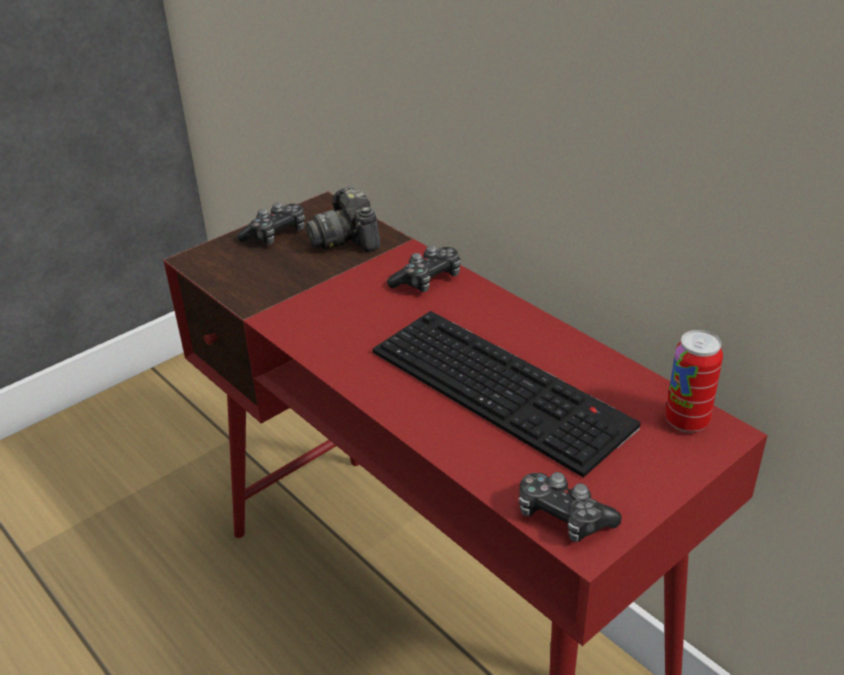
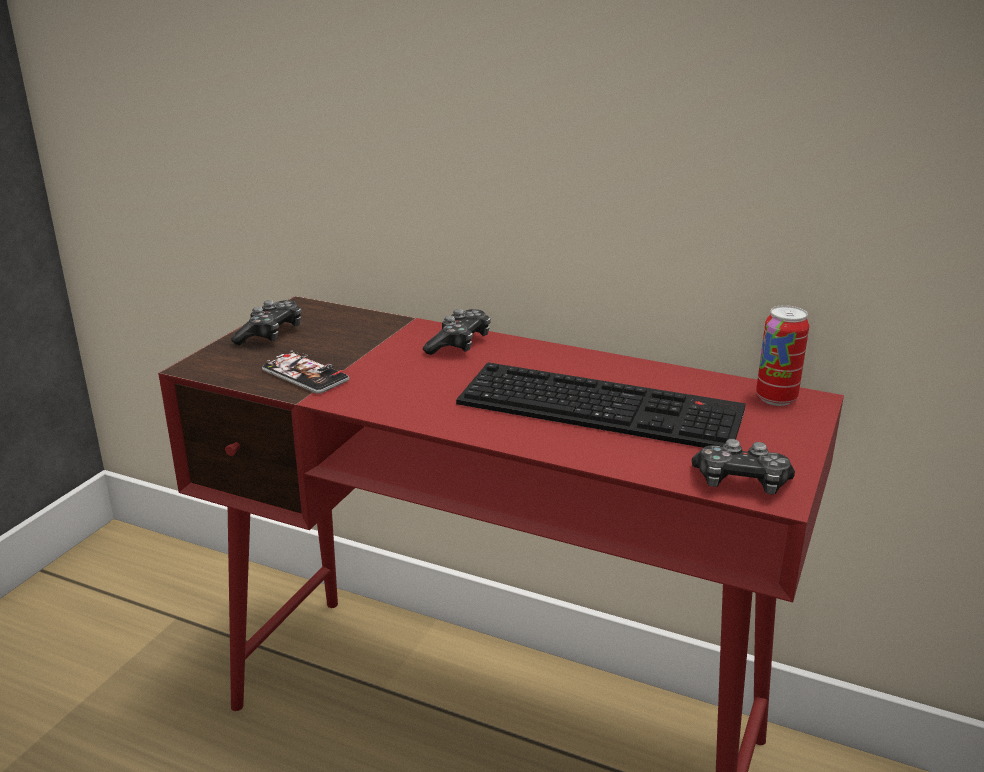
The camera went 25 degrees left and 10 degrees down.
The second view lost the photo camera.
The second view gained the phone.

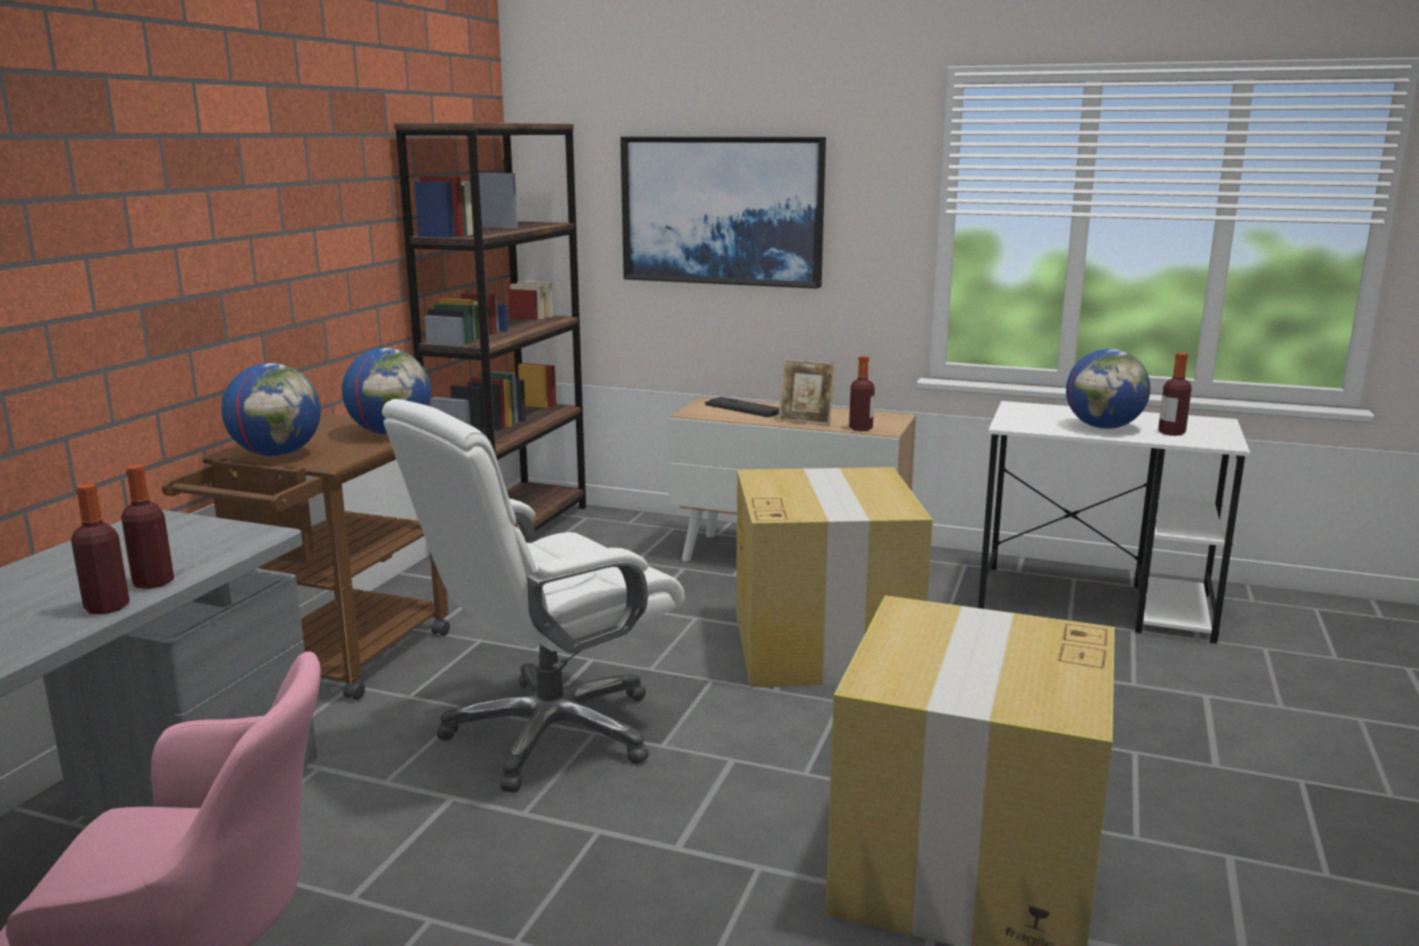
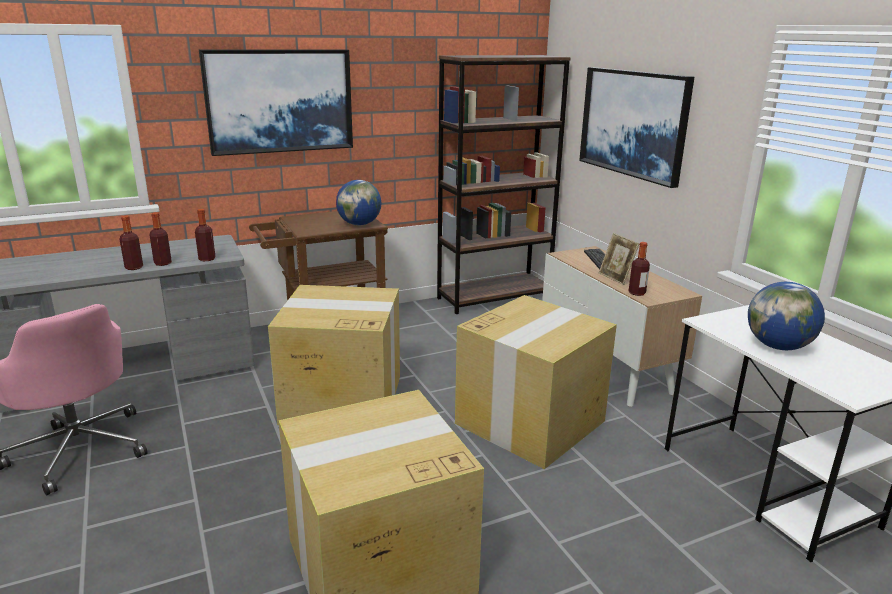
The camera went 45 degrees right and 5 degrees up.
The second view lost the globe (1st from left).
Where the office chair (white) stood, the cardboard box (1st from left) came to stand.
The bottle (4th from left in the first image) ended up elsewhere.
The second view gained the picture (1st from left).

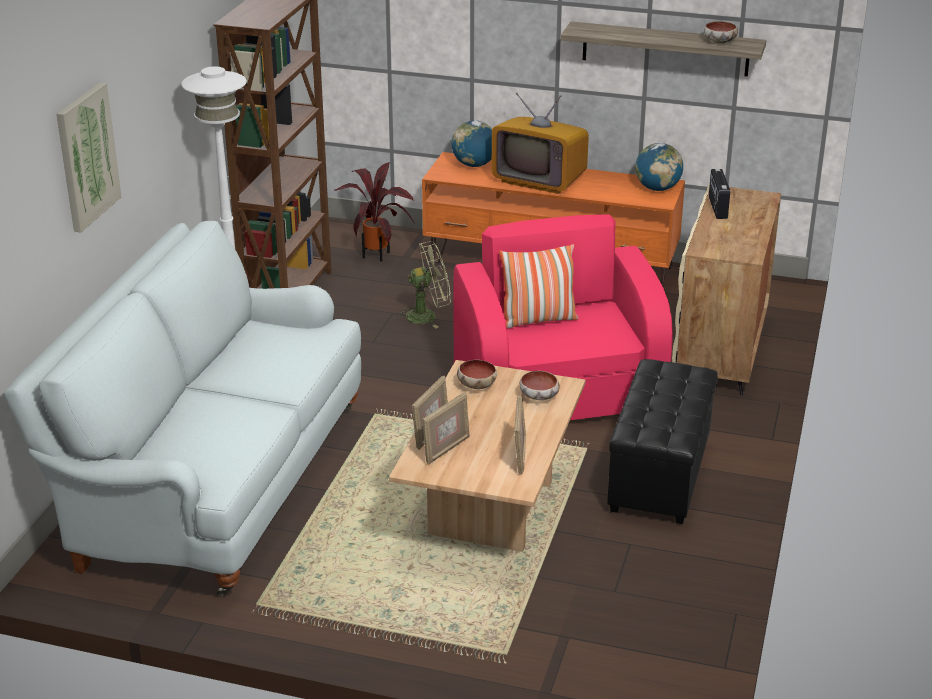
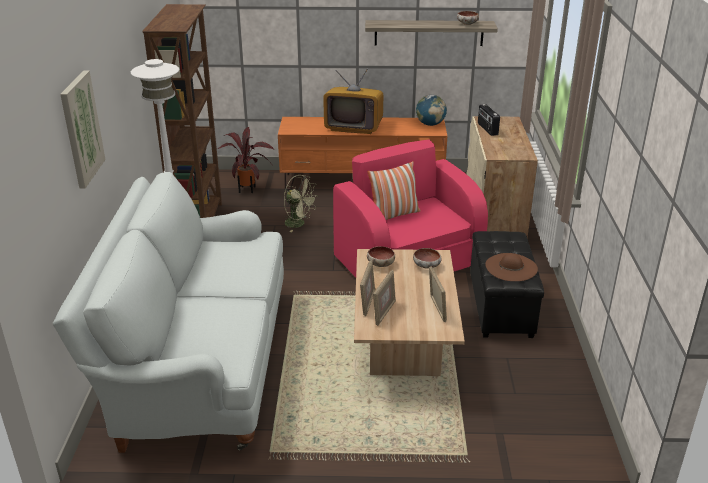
The camera went 15 degrees left and 0 degrees up.
The fan (green) ended up facing another way, 60 degrees clockwise from before.
The second view lost the globe (1st from left).
The second view gained the hat (brown).

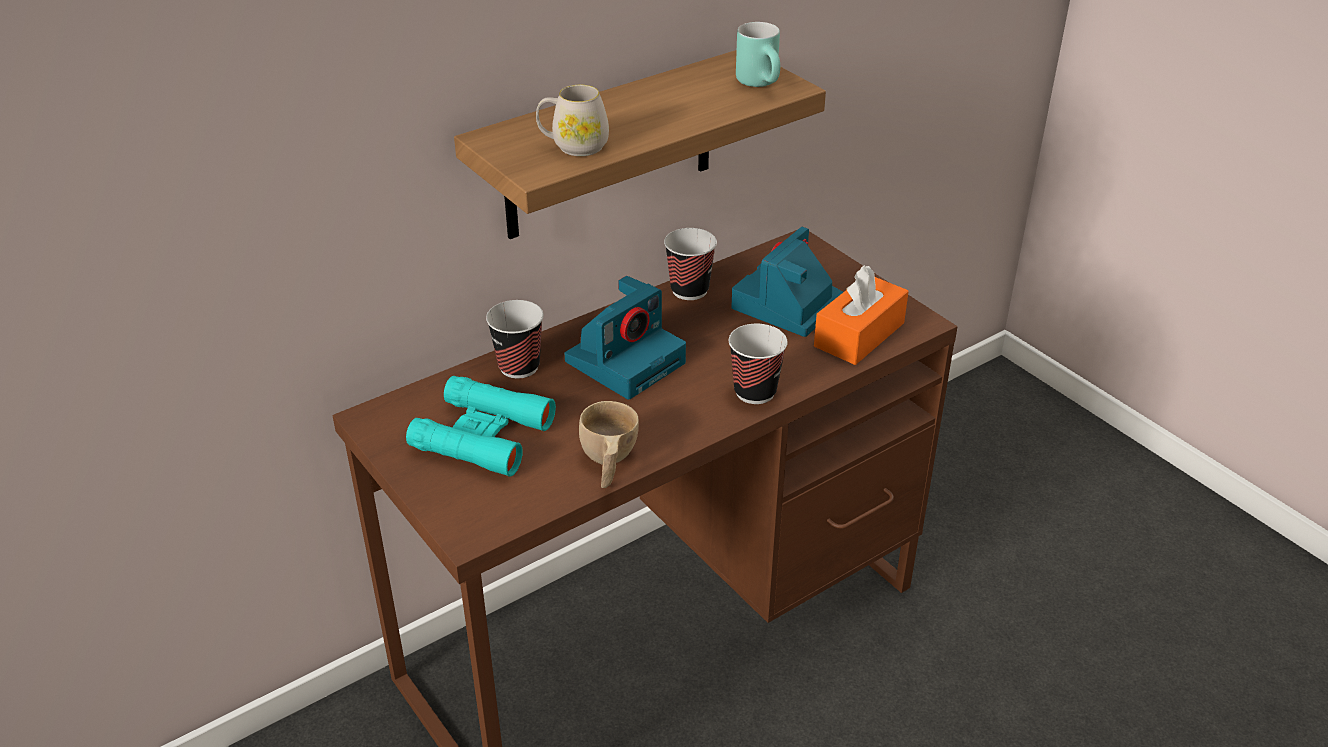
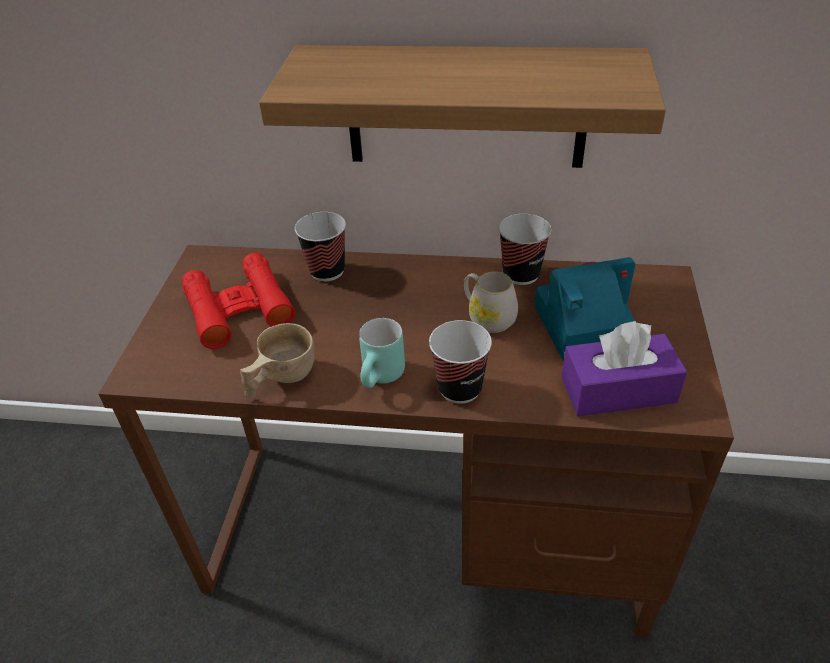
The camera went 45 degrees right and 5 degrees up.
What was the binoculars (turquoise) turned into the binoculars (red).
The mug (white) ended up elsewhere.
The second view lost the photo camera (1st from left).
The mug (turquoise) ended up elsewhere.
What was the tissue box (orange) turned into the tissue box (purple).

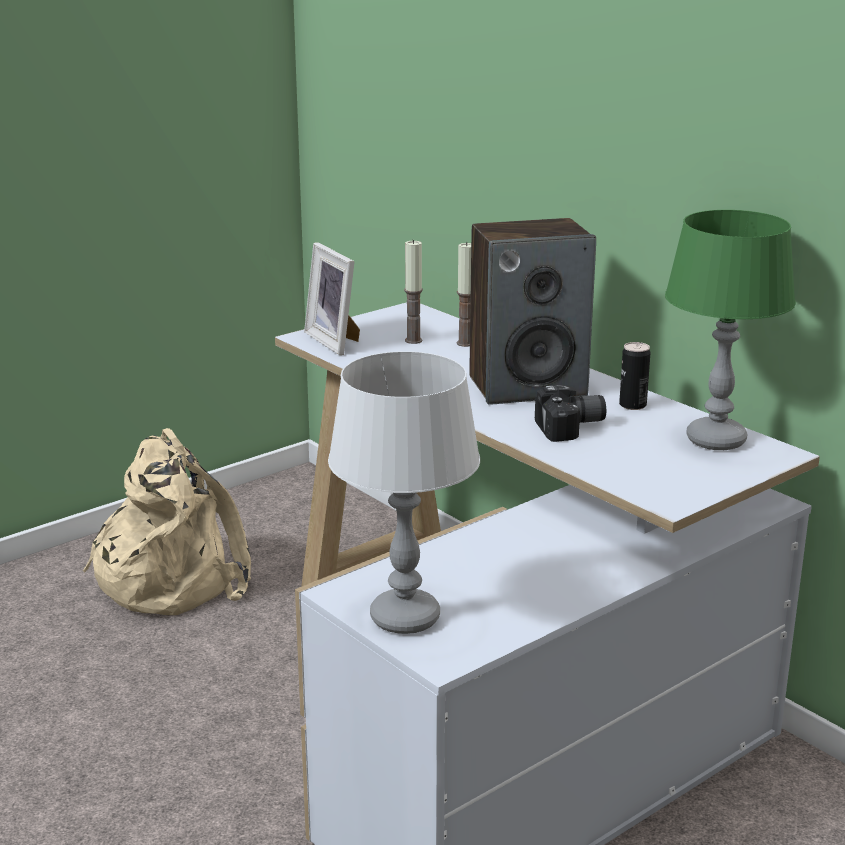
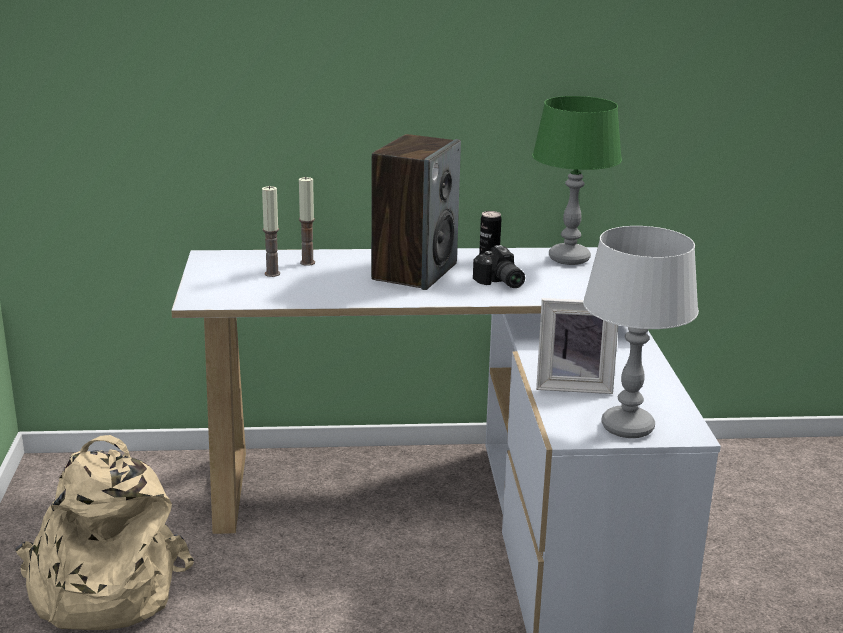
The camera went 55 degrees left and 0 degrees up.
The picture frame ended up elsewhere.
The photo camera ended up facing another way, 135 degrees clockwise from before.

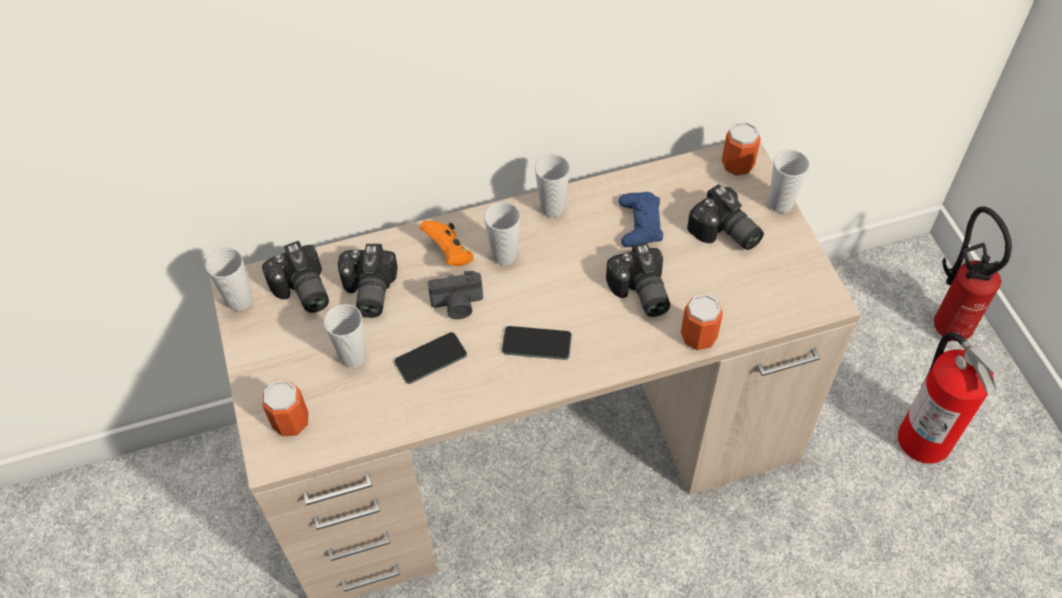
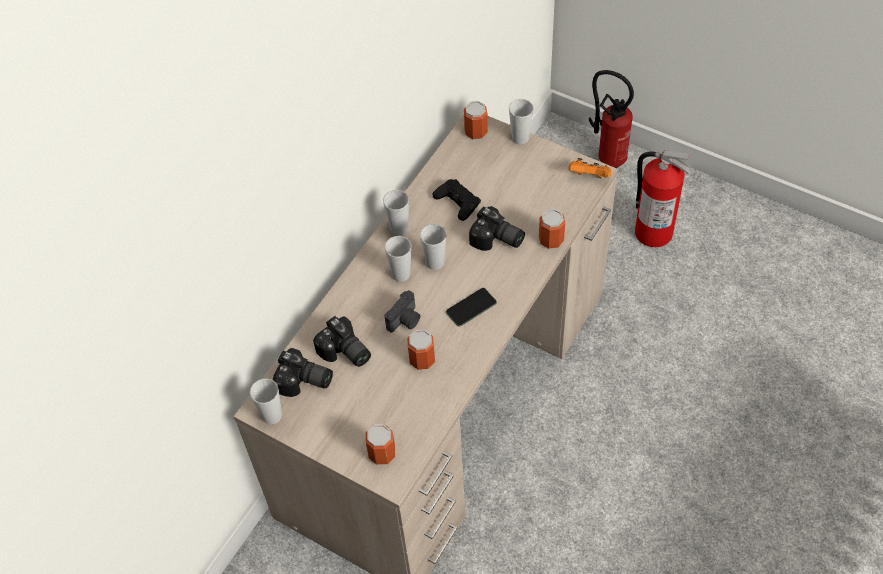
The camera went 40 degrees left and 0 degrees up.
The cup (2nd from left in the first image) ended up elsewhere.
Where the phone (1st from left) stood, the can (2nd from left) came to stand.
The game controller (orange) ended up elsewhere.
What was the game controller (blue) turned into the game controller (black).
The second view lost the photo camera (5th from left).

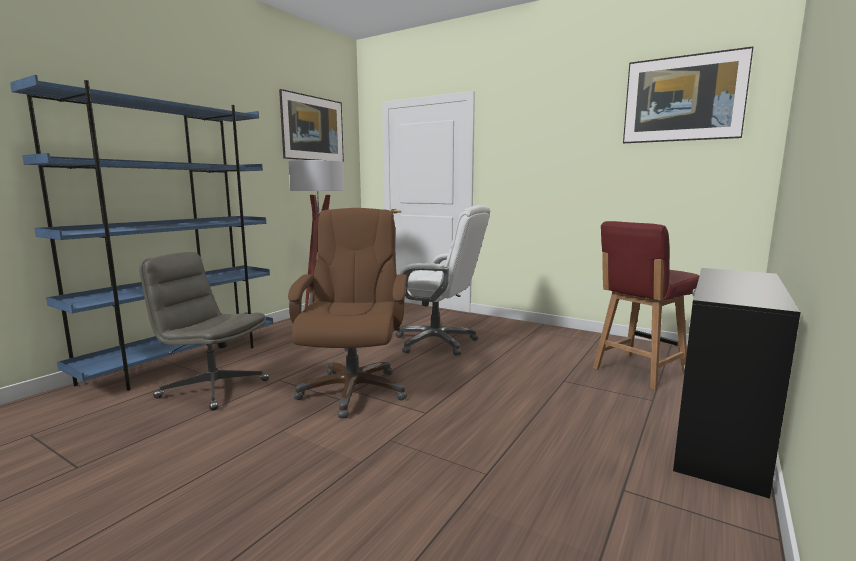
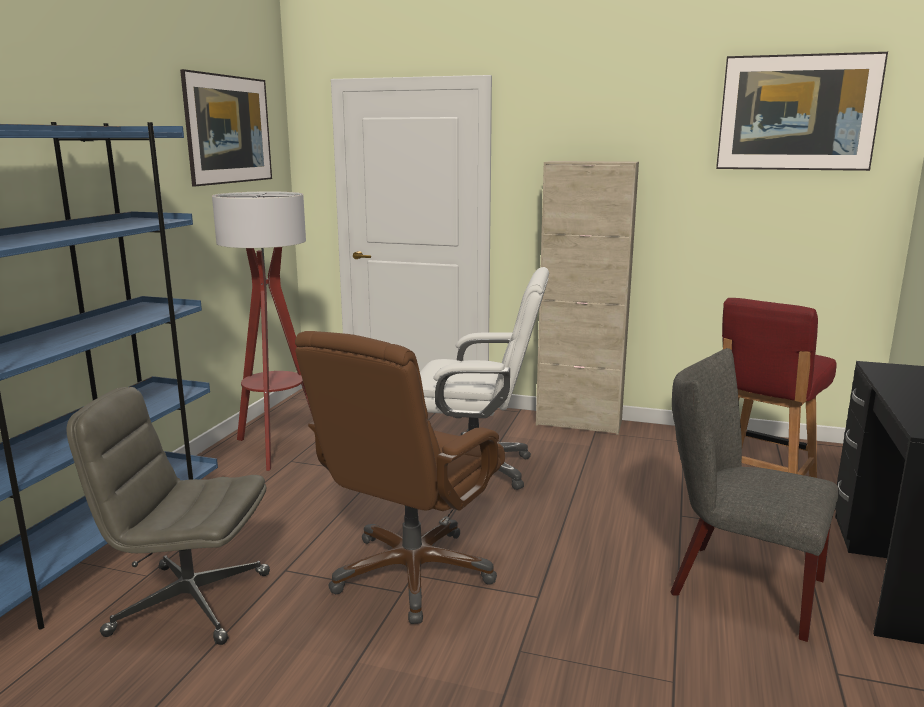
The camera went 15 degrees left and 5 degrees up.
The office chair (brown) ended up facing another way, 135 degrees counterclockwise from before.
The second view gained the cabinet (beige).
The second view gained the chair (grey).

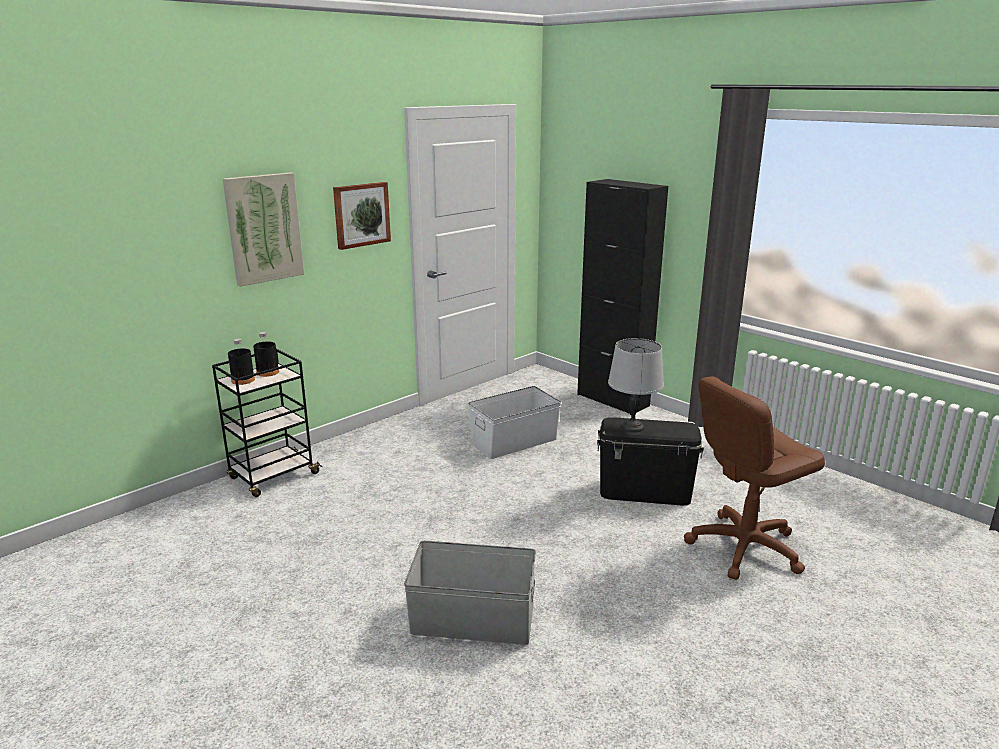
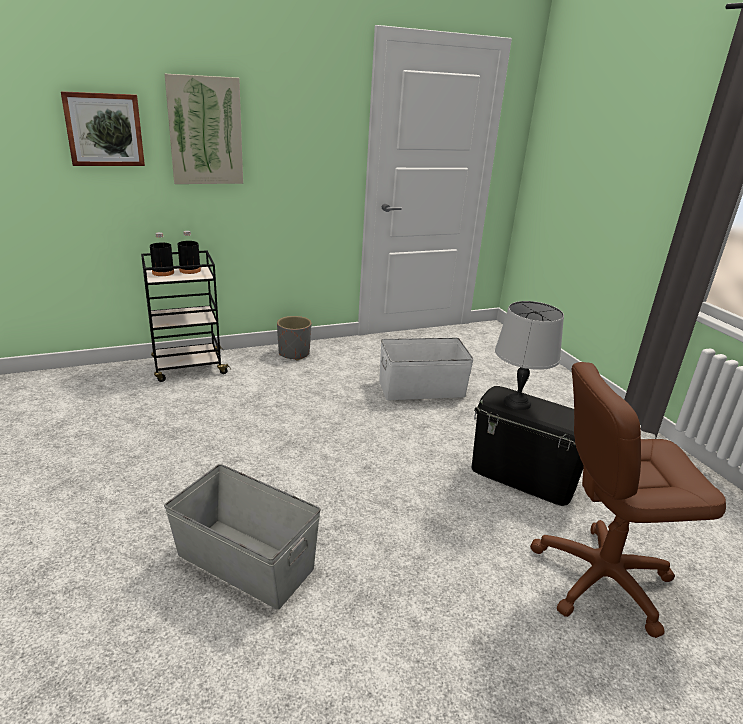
The camera went 20 degrees right and 5 degrees up.
The picture (2nd from left in the first image) ended up elsewhere.
The second view lost the cabinet (black).
The second view gained the planter (grey).

